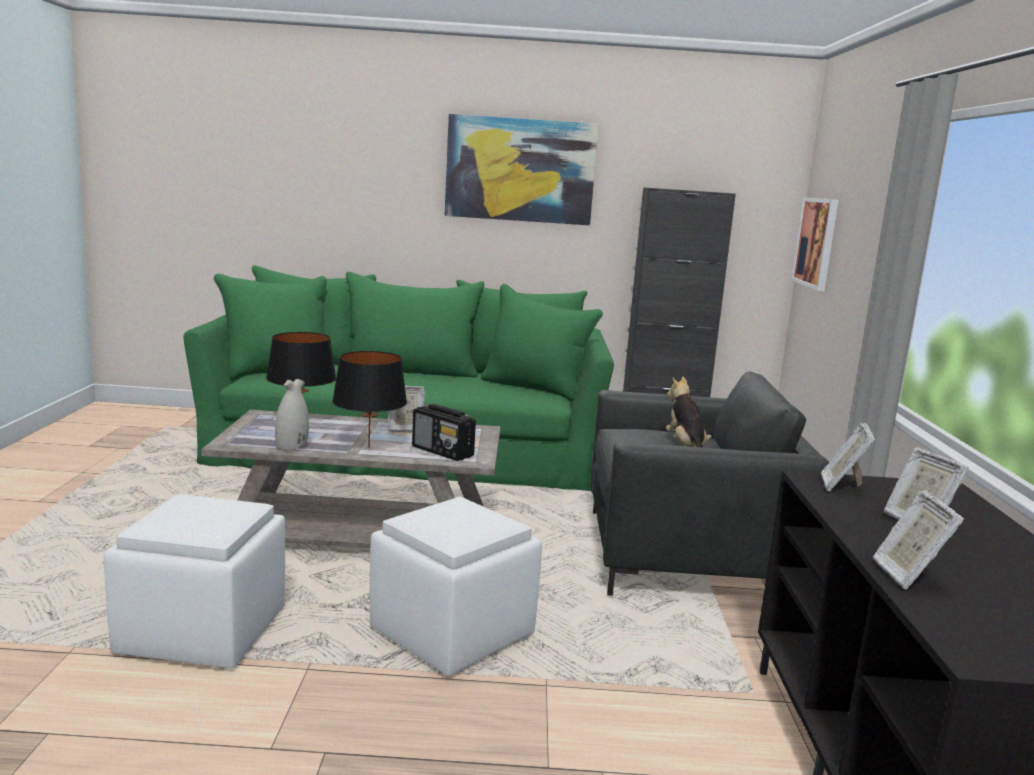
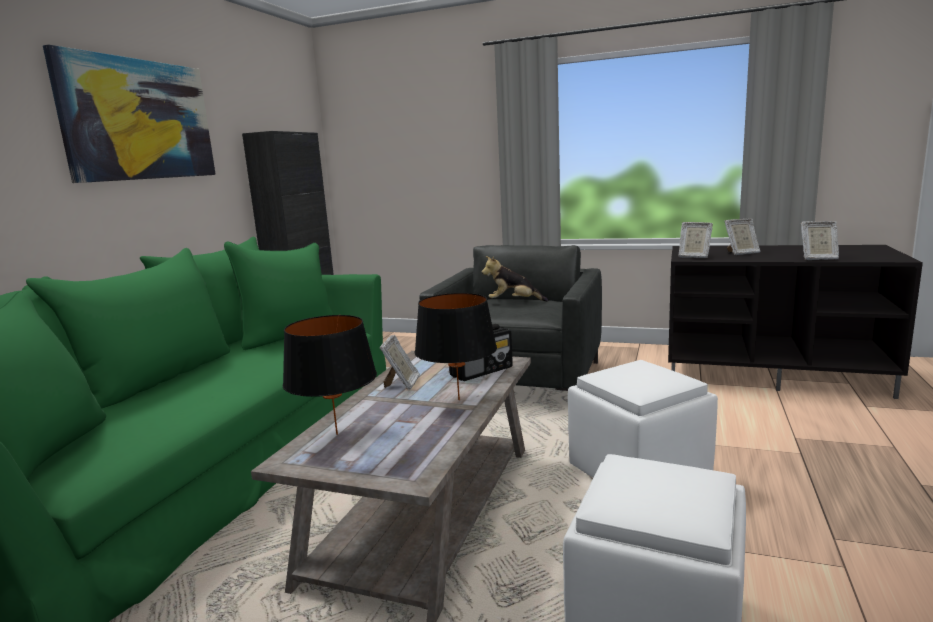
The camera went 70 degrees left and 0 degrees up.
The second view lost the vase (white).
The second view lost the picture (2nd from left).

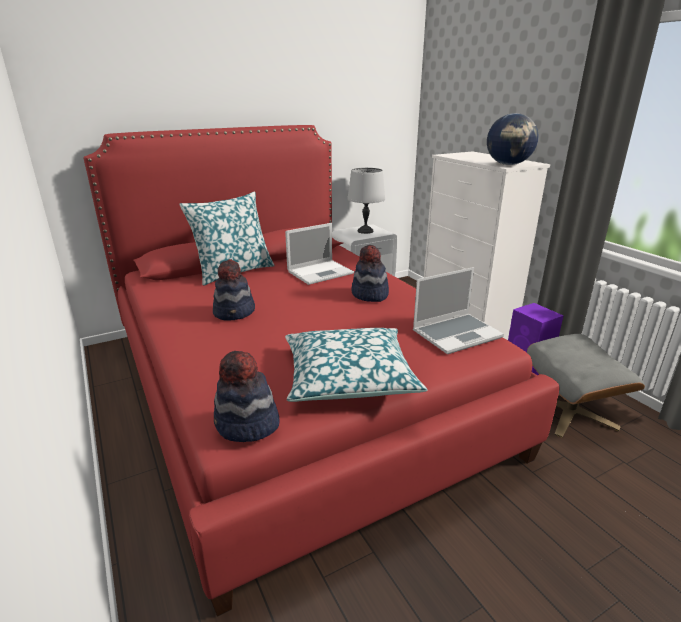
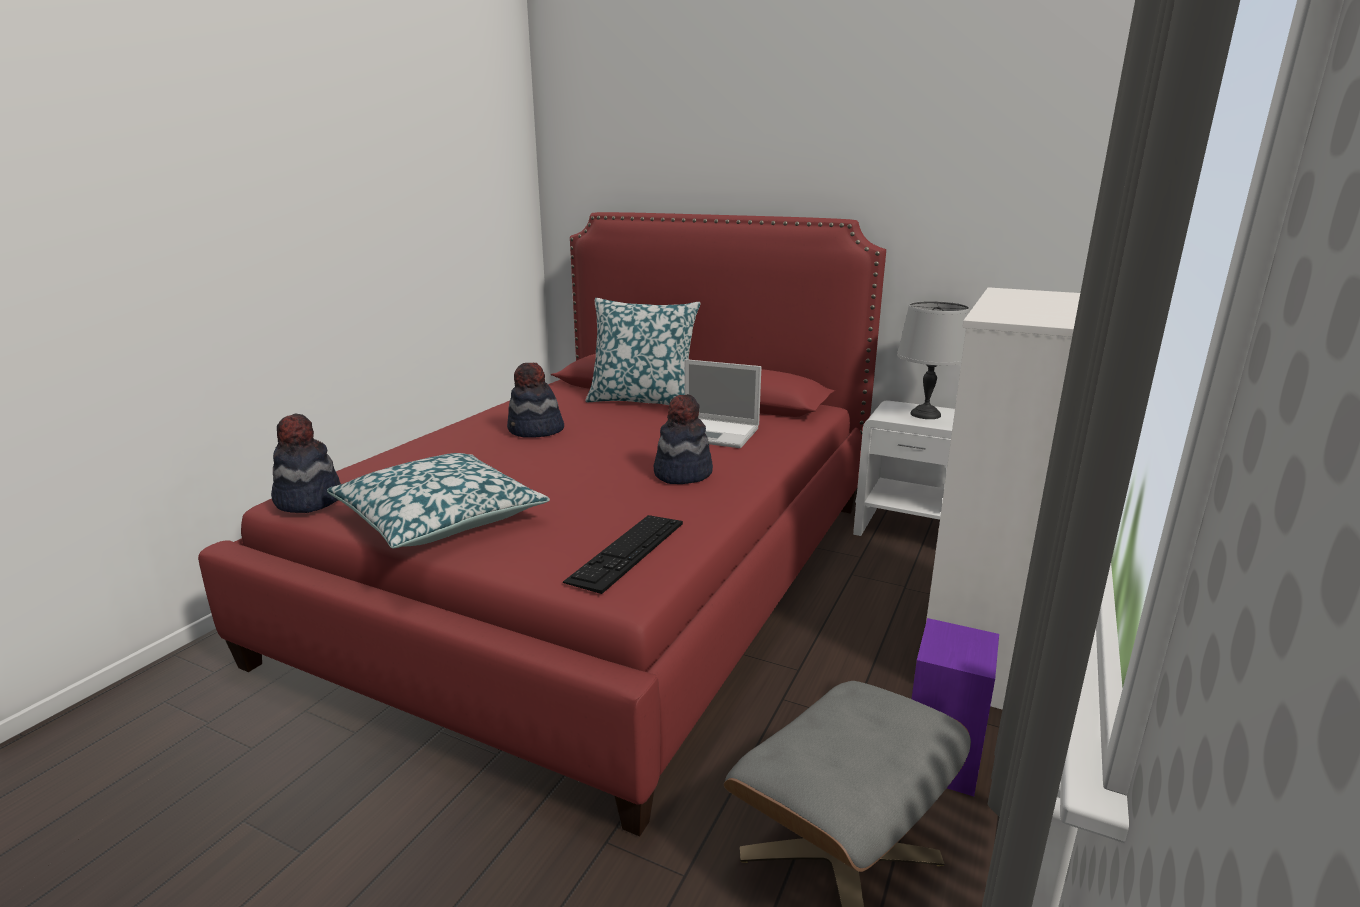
The camera went 55 degrees right and 5 degrees down.
Where the laptop (2nd from left) stood, the keyboard came to stand.
The second view lost the globe.

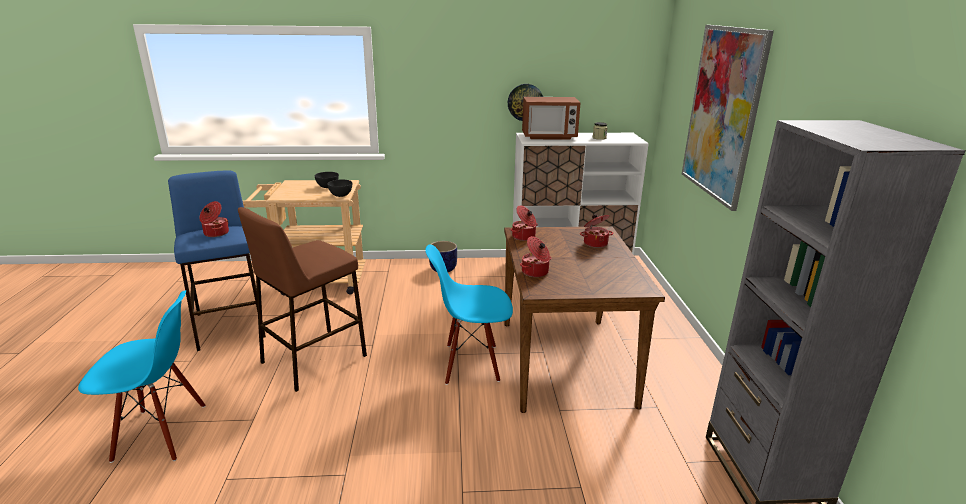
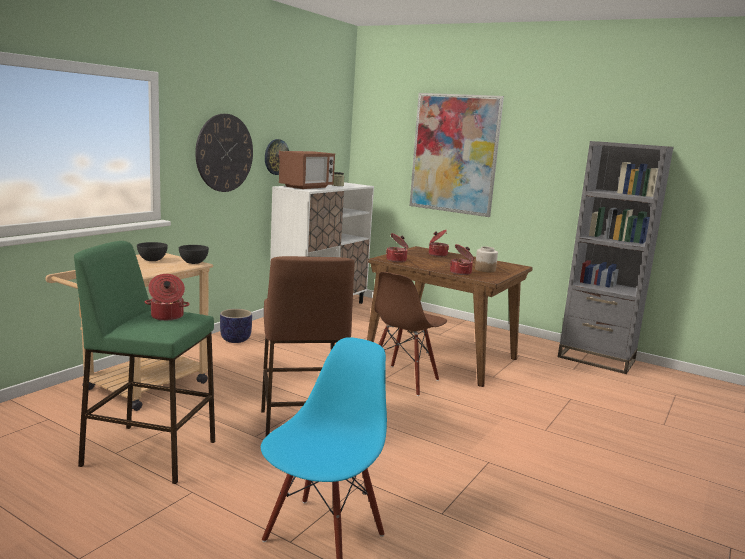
The camera went 55 degrees left and 10 degrees down.
What was the stool (blue) turned into the stool (green).
What was the chair (blue) (2nd from left) turned into the chair (brown).
The second view gained the wall clock (1st from left).
The second view gained the jar (2nd from left).

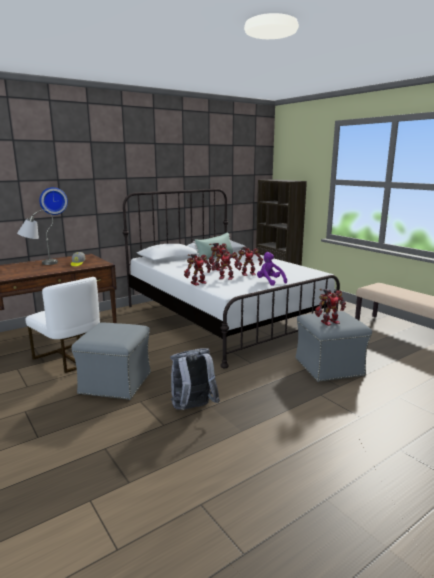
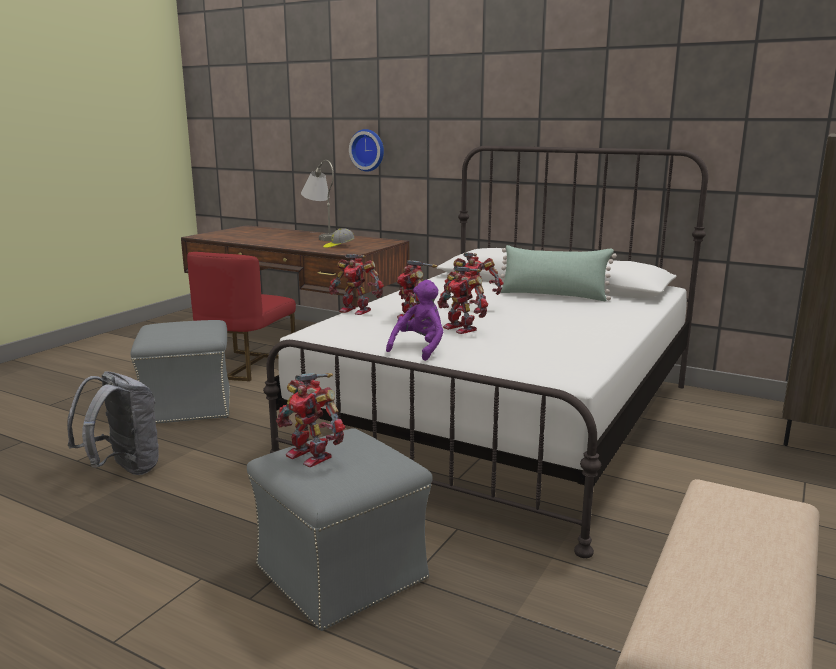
The camera went 65 degrees right and 0 degrees up.
What was the chair (white) turned into the chair (red).

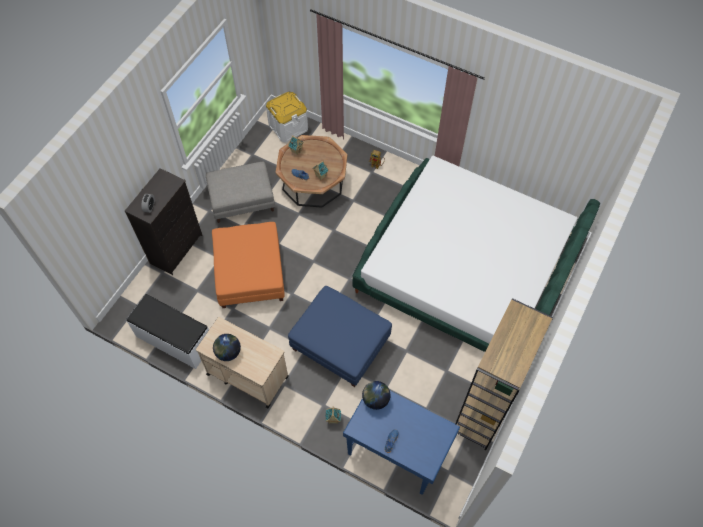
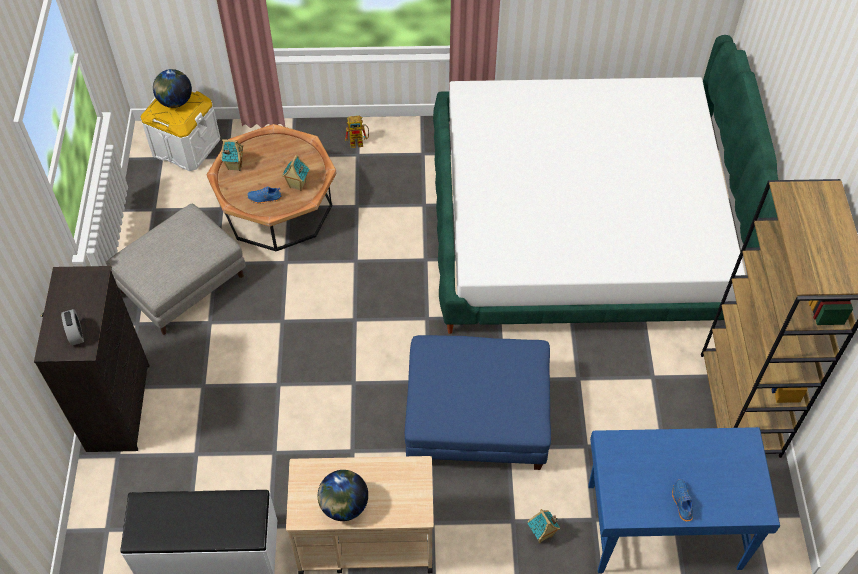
The camera went 30 degrees left and 5 degrees down.
The second view lost the ottoman (orange).
The globe (2nd from left in the first image) ended up elsewhere.

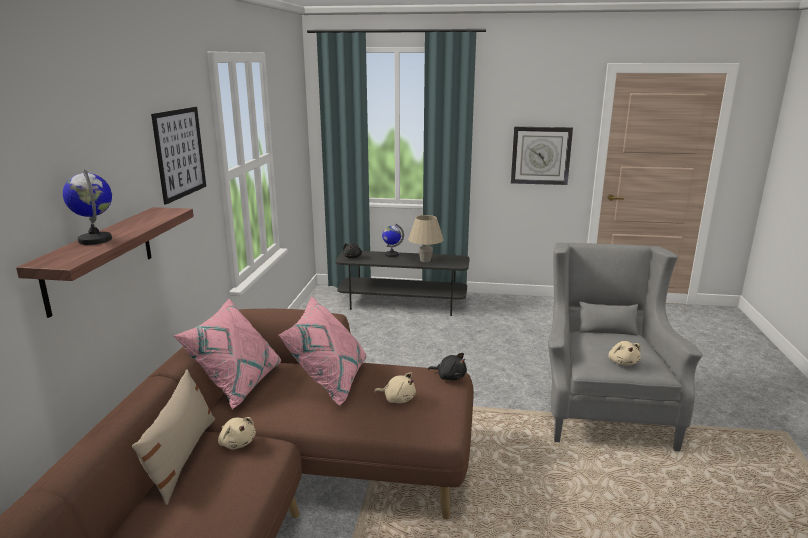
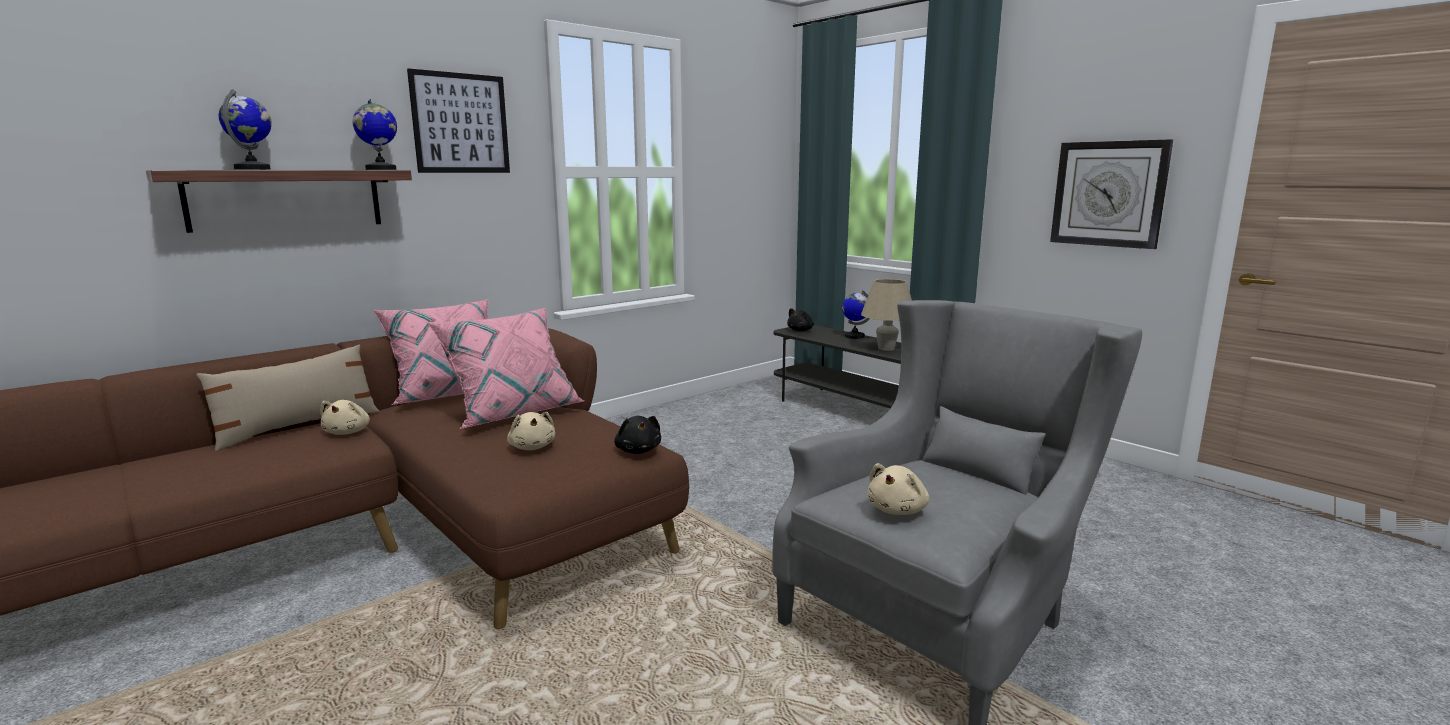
The camera went 40 degrees right and 5 degrees down.
The second view gained the globe (2nd from left).

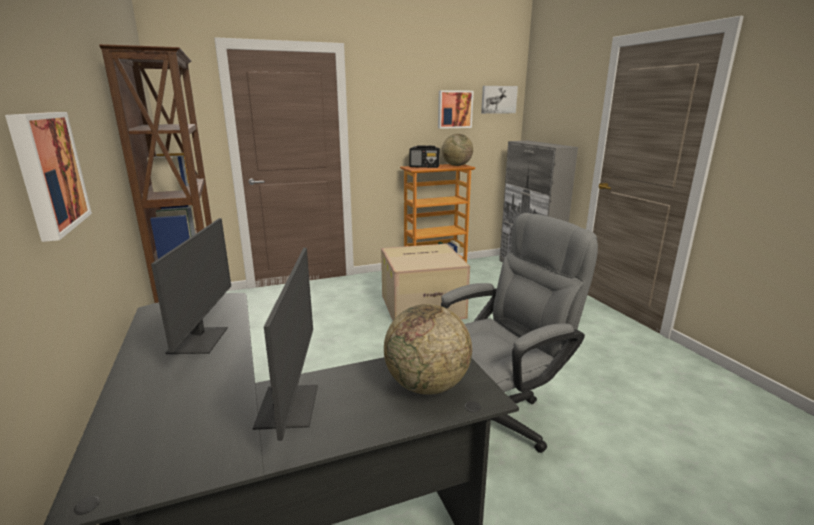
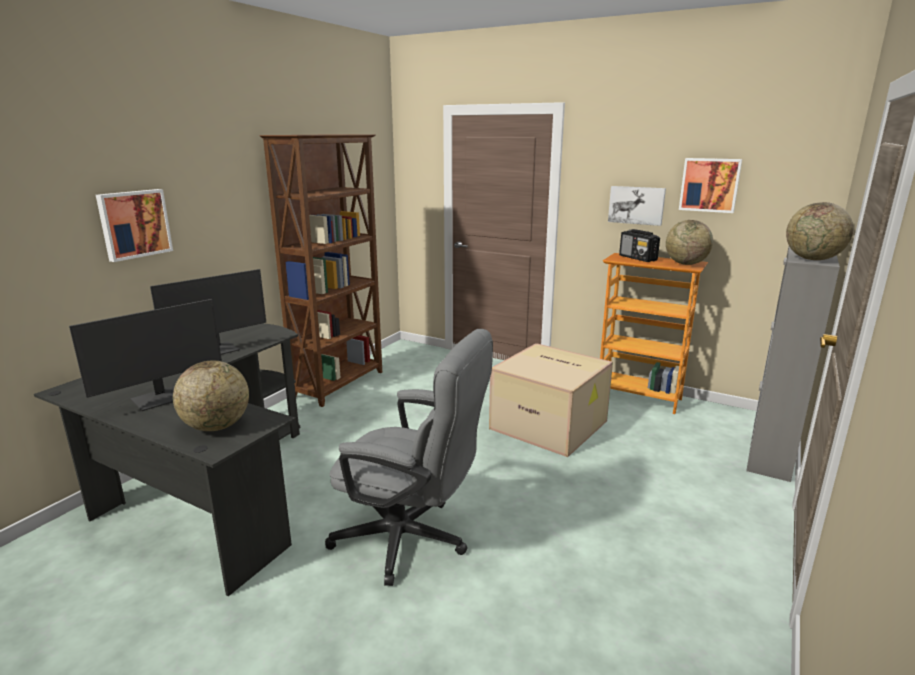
The camera went 50 degrees right and 0 degrees up.
The picture (3rd from left in the first image) ended up elsewhere.
The second view gained the globe (3rd from left).

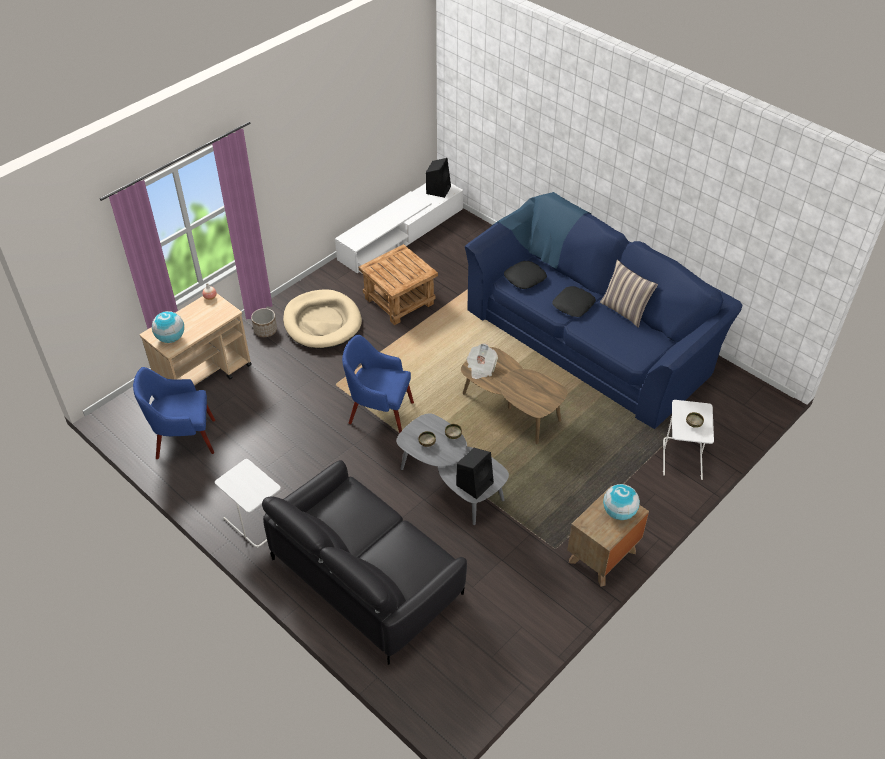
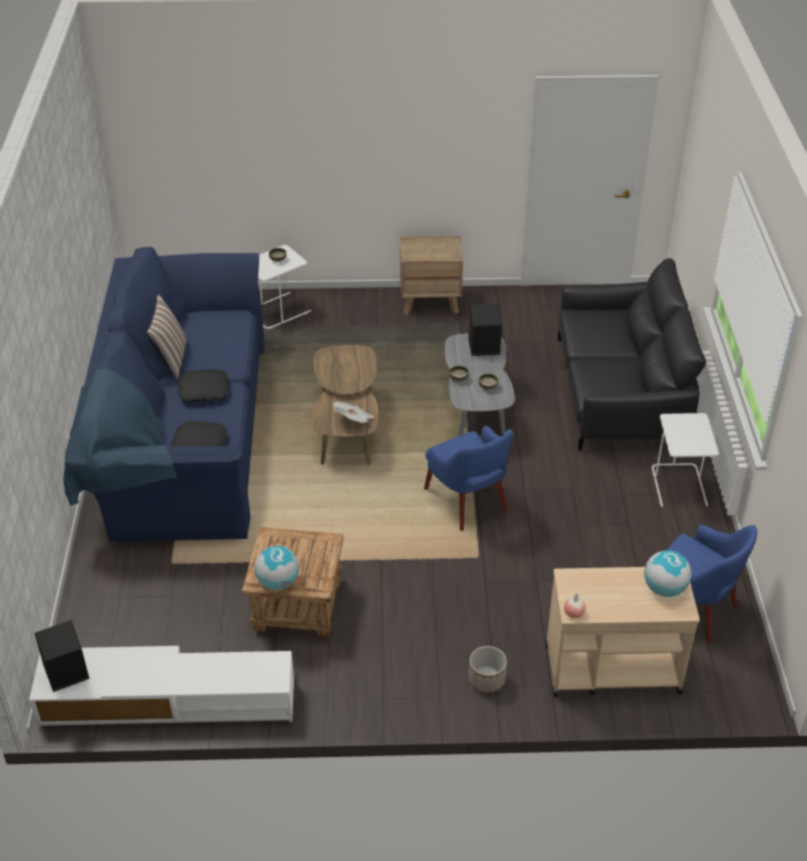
The camera went 135 degrees left and 5 degrees down.
The second view lost the dog bed (beige).
The globe (2nd from left in the first image) ended up elsewhere.

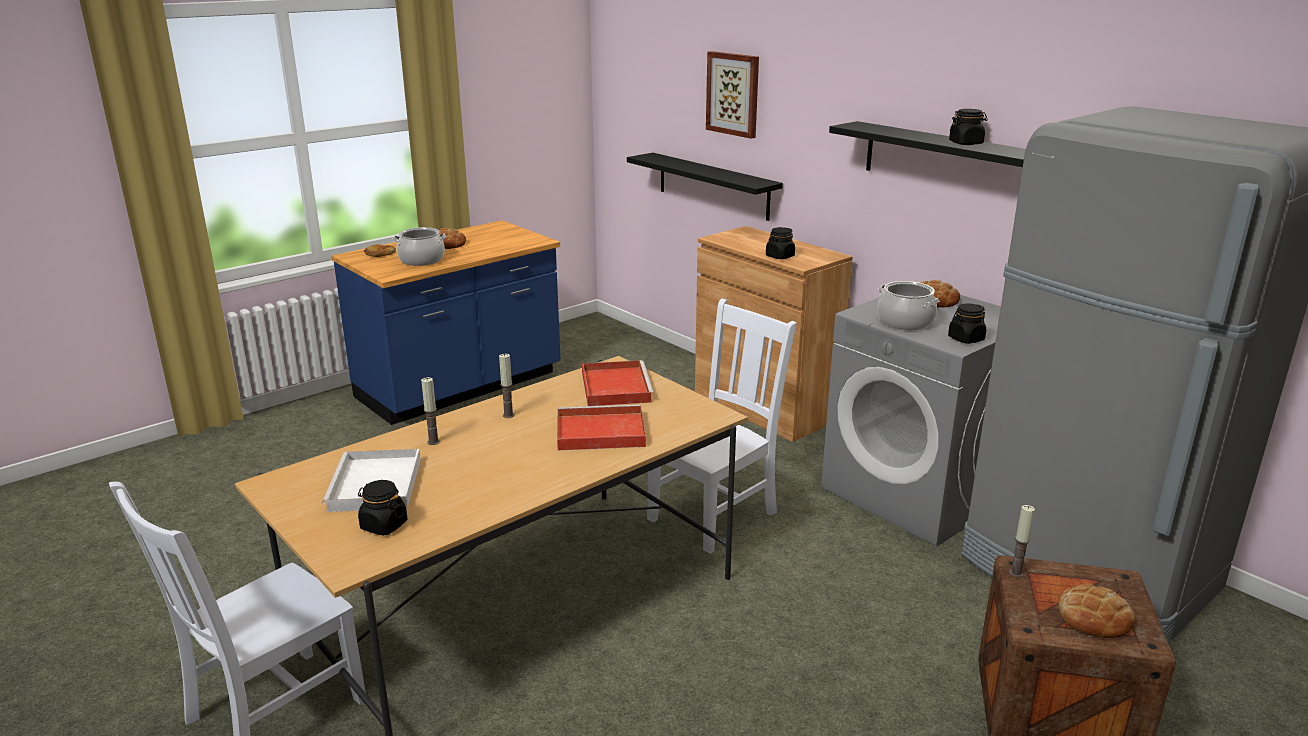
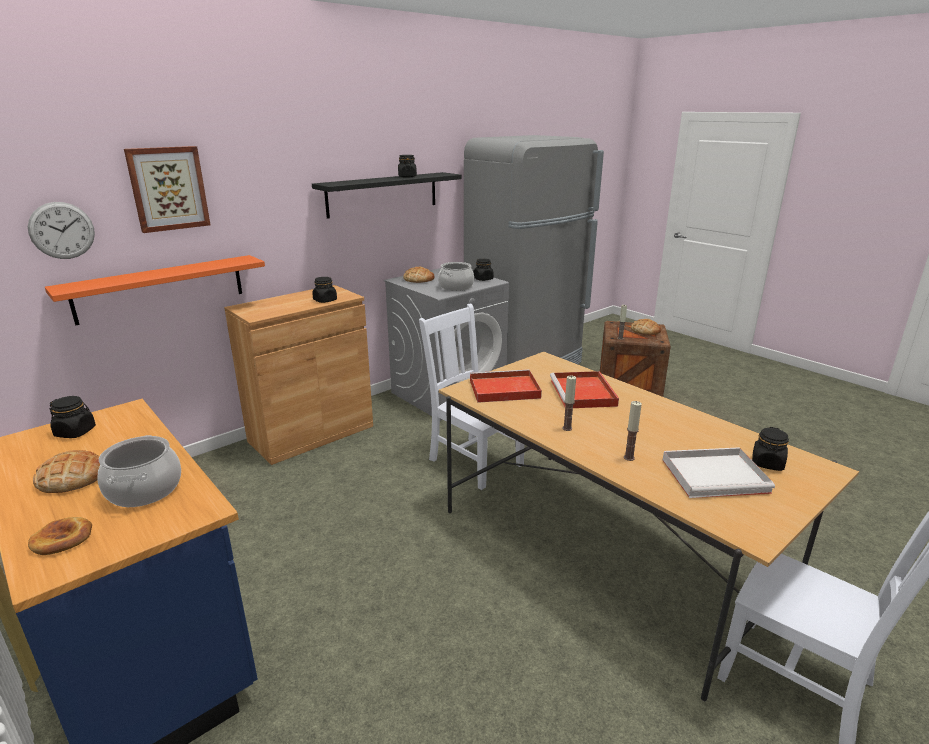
The camera went 90 degrees left and 0 degrees up.
What was the shelf (black) (1st from left) turned into the shelf (orange).
The second view gained the wall clock.
The second view gained the jar (black) (1st from left).

